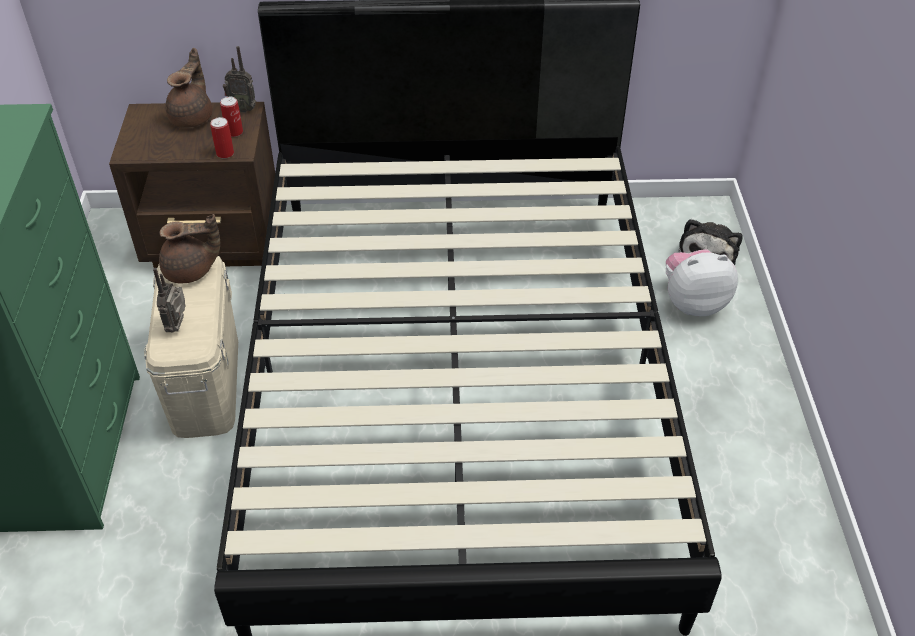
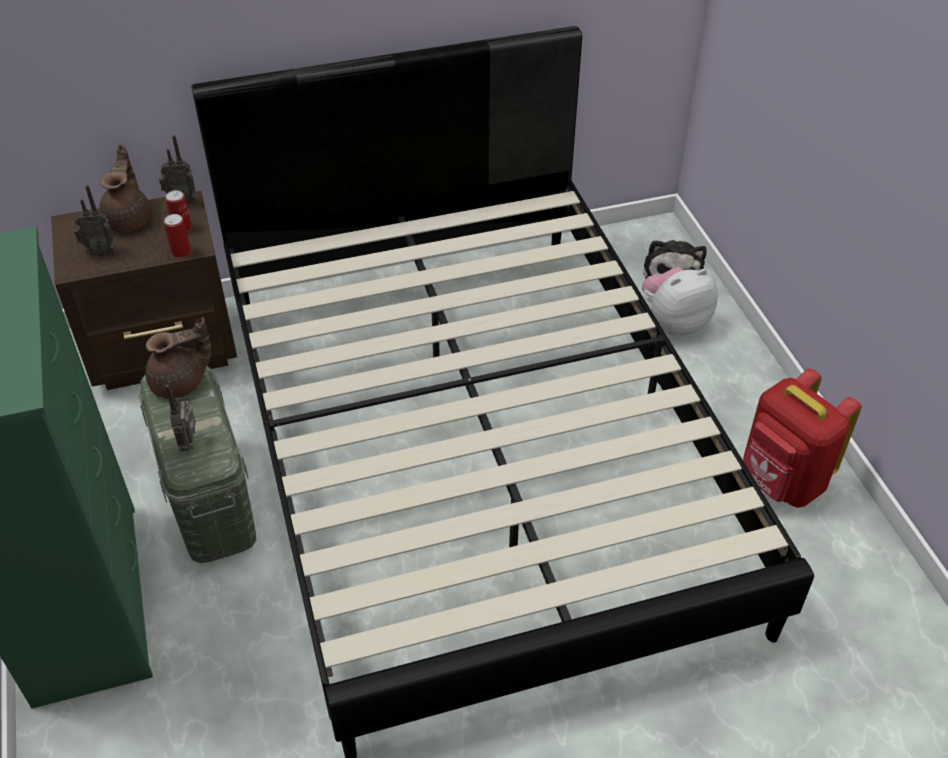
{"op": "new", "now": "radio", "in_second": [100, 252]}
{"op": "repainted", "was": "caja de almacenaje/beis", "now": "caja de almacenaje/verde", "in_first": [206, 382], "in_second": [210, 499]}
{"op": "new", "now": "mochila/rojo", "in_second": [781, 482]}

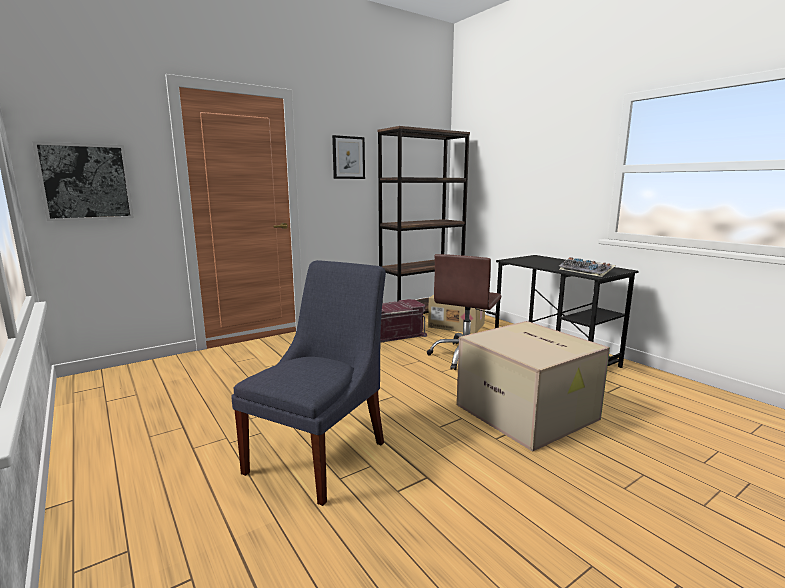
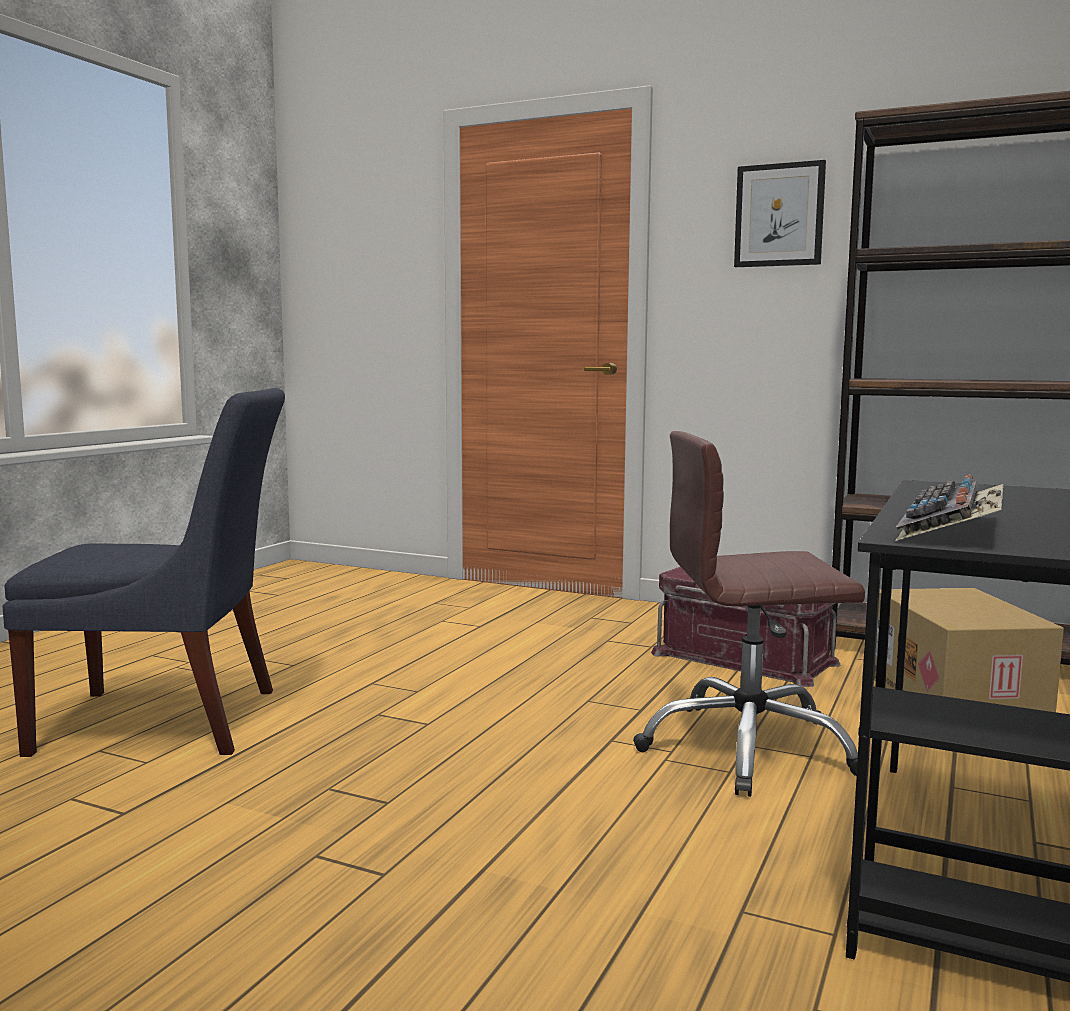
{"op": "gone", "was": "cuadro", "in_first": [86, 182]}
{"op": "gone", "was": "caja de cartón", "in_first": [528, 412]}

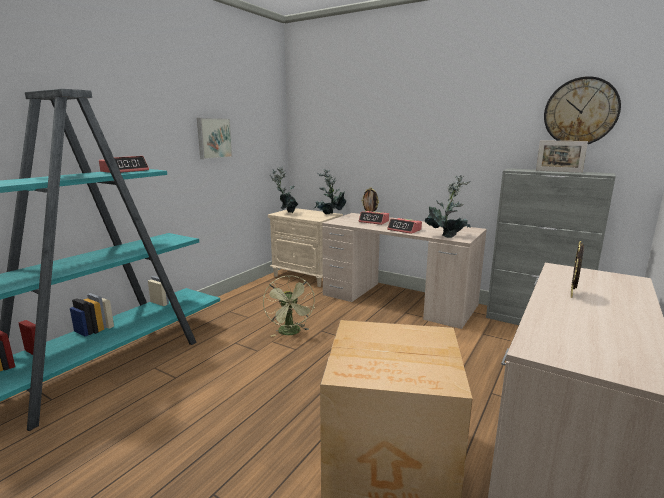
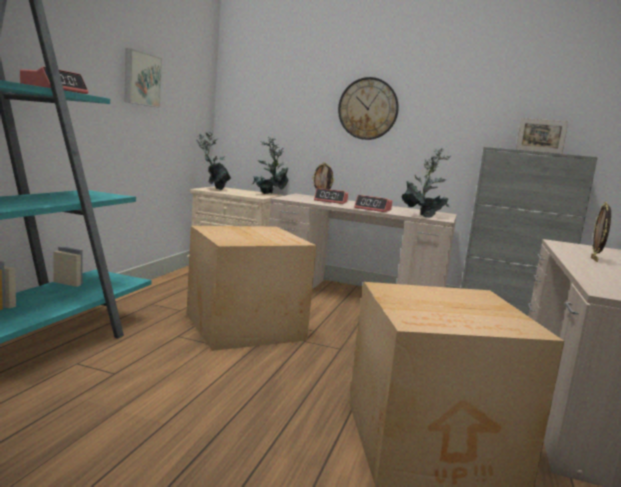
{"op": "swapped", "was": "ventilador/verde", "now": "caja de cartón", "in_first": [291, 333], "in_second": [245, 326]}
{"op": "shifted", "was": "reloj de pared", "in_first": [580, 112], "in_second": [368, 109]}

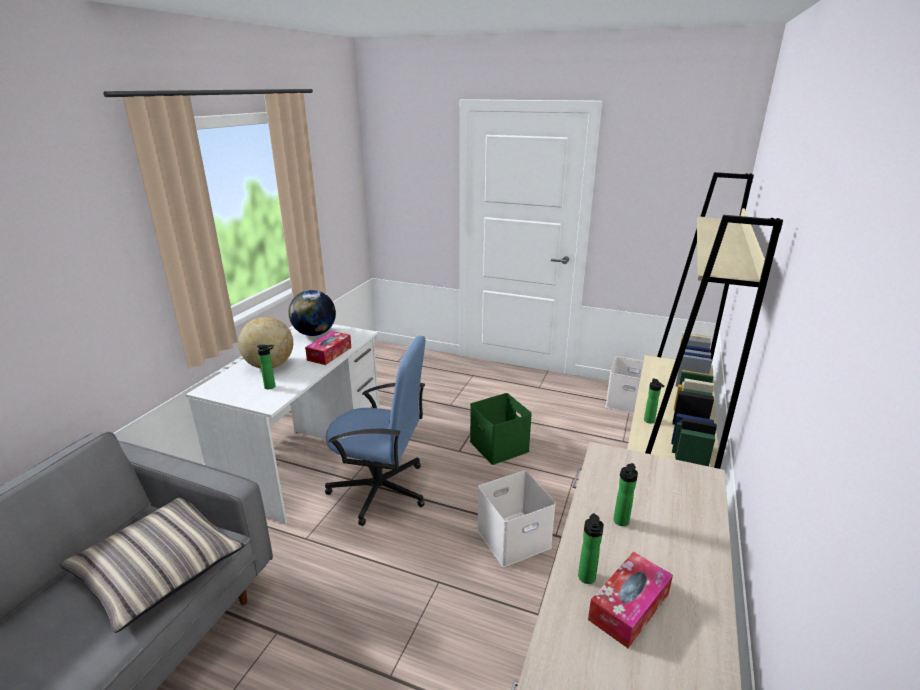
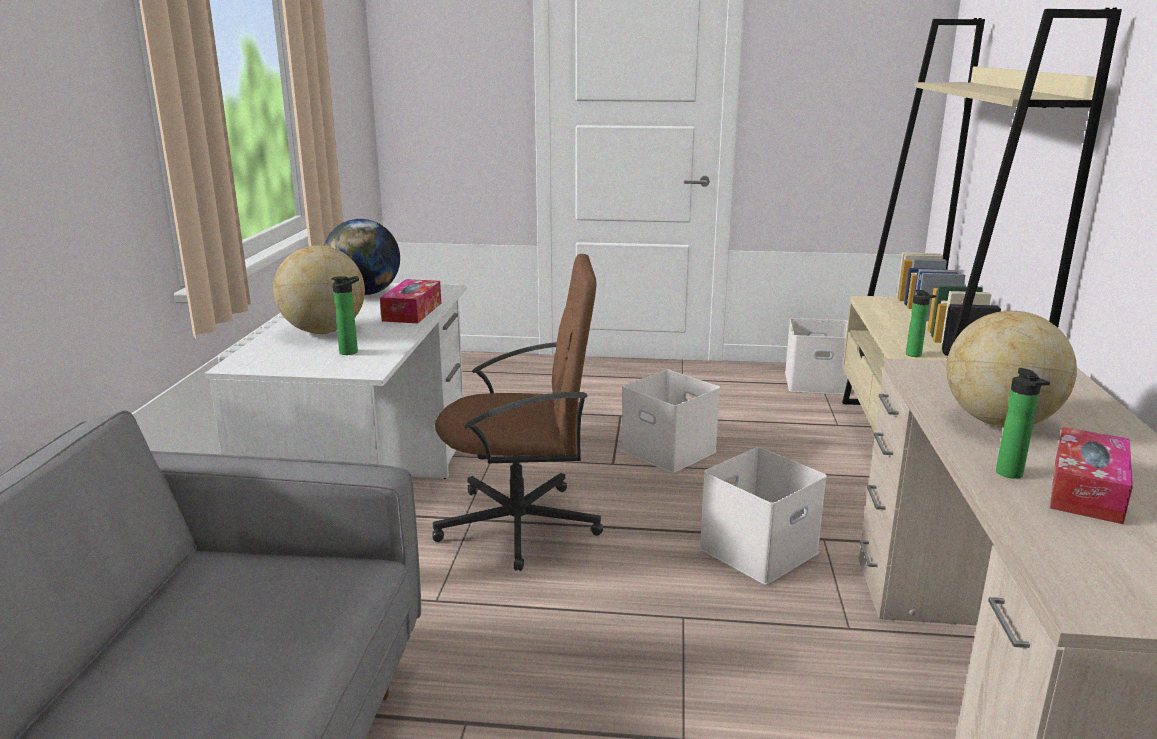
{"op": "repainted", "was": "silla de oficina/azul", "now": "silla de oficina/marrón", "in_first": [381, 490], "in_second": [521, 524]}
{"op": "repainted", "was": "caja de almacenaje/verde", "now": "caja de almacenaje/blanco", "in_first": [497, 446], "in_second": [666, 451]}
{"op": "swapped", "was": "botella", "now": "globo terráqueo", "in_first": [620, 522], "in_second": [999, 422]}
{"op": "gone", "was": "cojín", "in_first": [159, 568]}

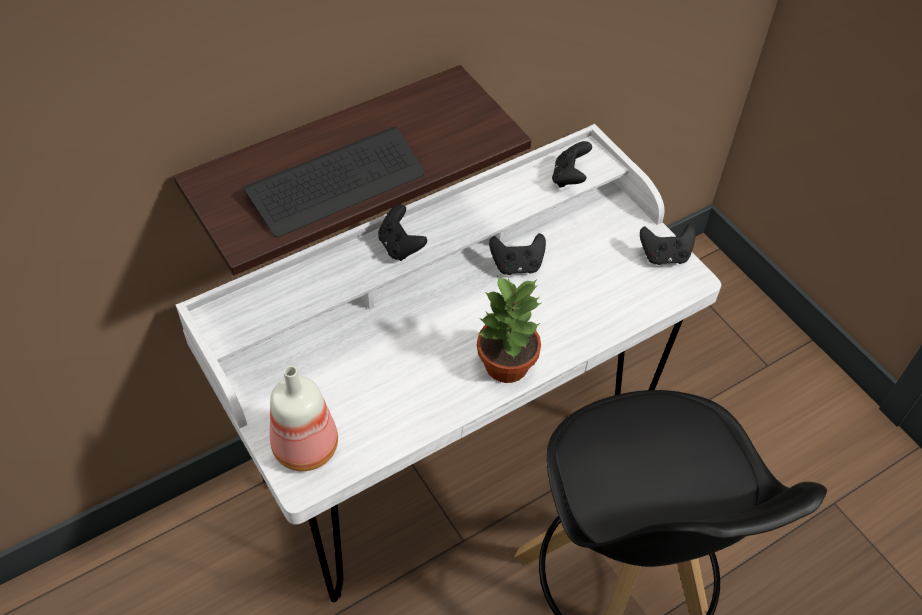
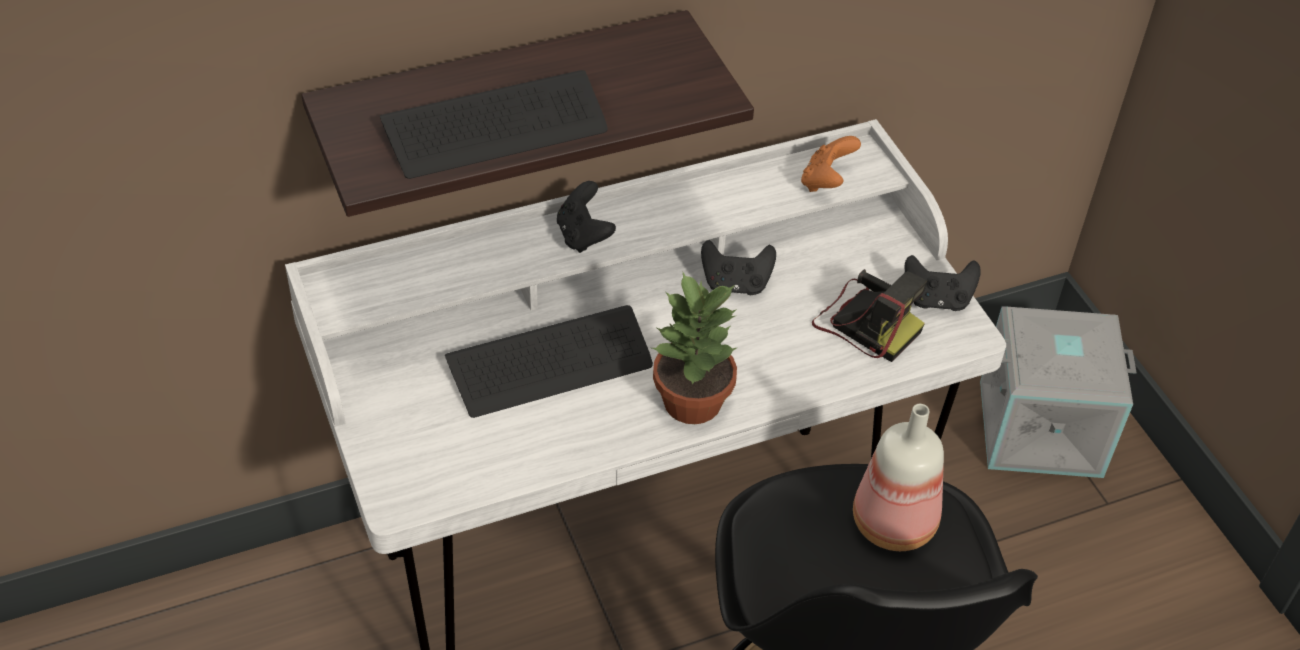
{"op": "new", "now": "teclado", "in_second": [550, 364]}
{"op": "repainted", "was": "mando de consola/negro", "now": "mando de consola/naranja", "in_first": [569, 177], "in_second": [826, 181]}
{"op": "new", "now": "cámara", "in_second": [865, 323]}
{"op": "shifted", "was": "botella", "in_first": [308, 446], "in_second": [896, 522]}
{"op": "new", "now": "caja de almacenaje/gris", "in_second": [1041, 426]}

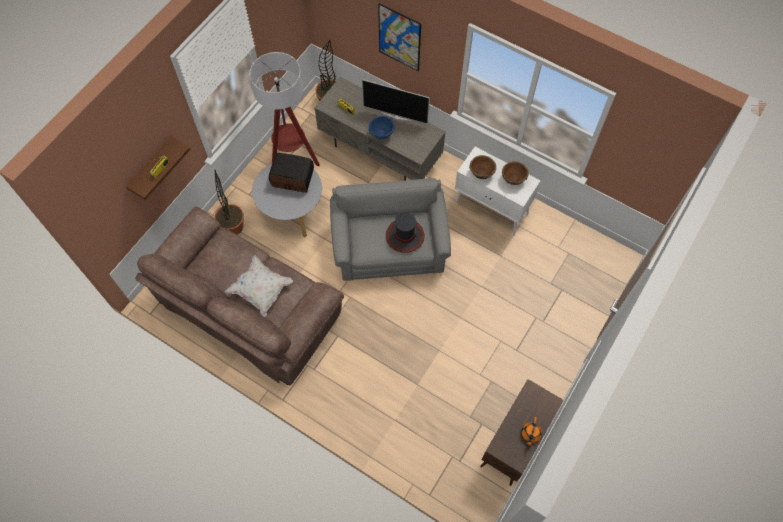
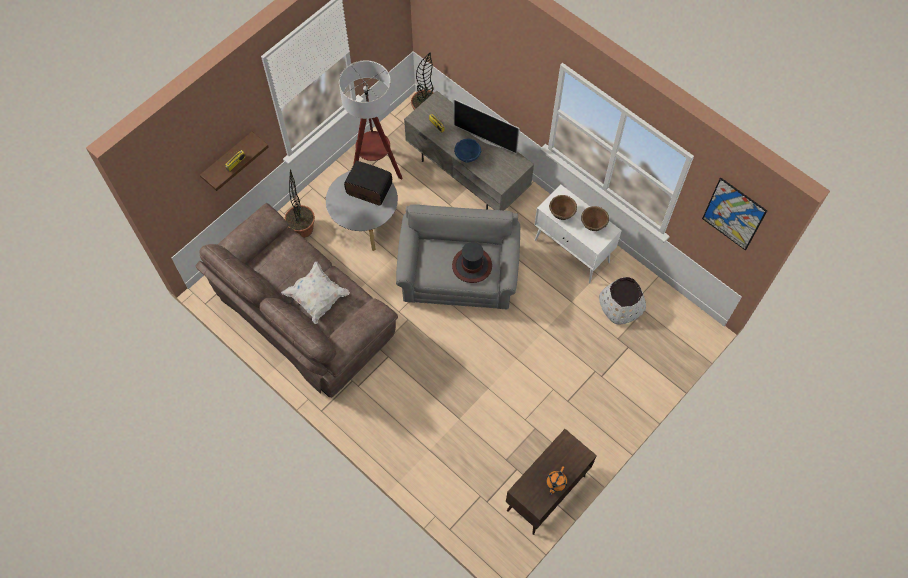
{"op": "new", "now": "maceta/blanco", "in_second": [621, 305]}
{"op": "shifted", "was": "cuadro", "in_first": [399, 38], "in_second": [733, 214]}

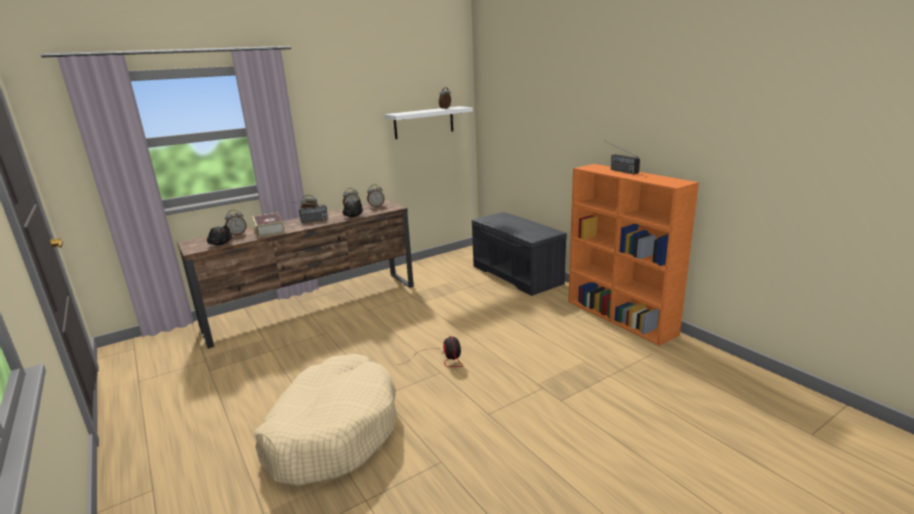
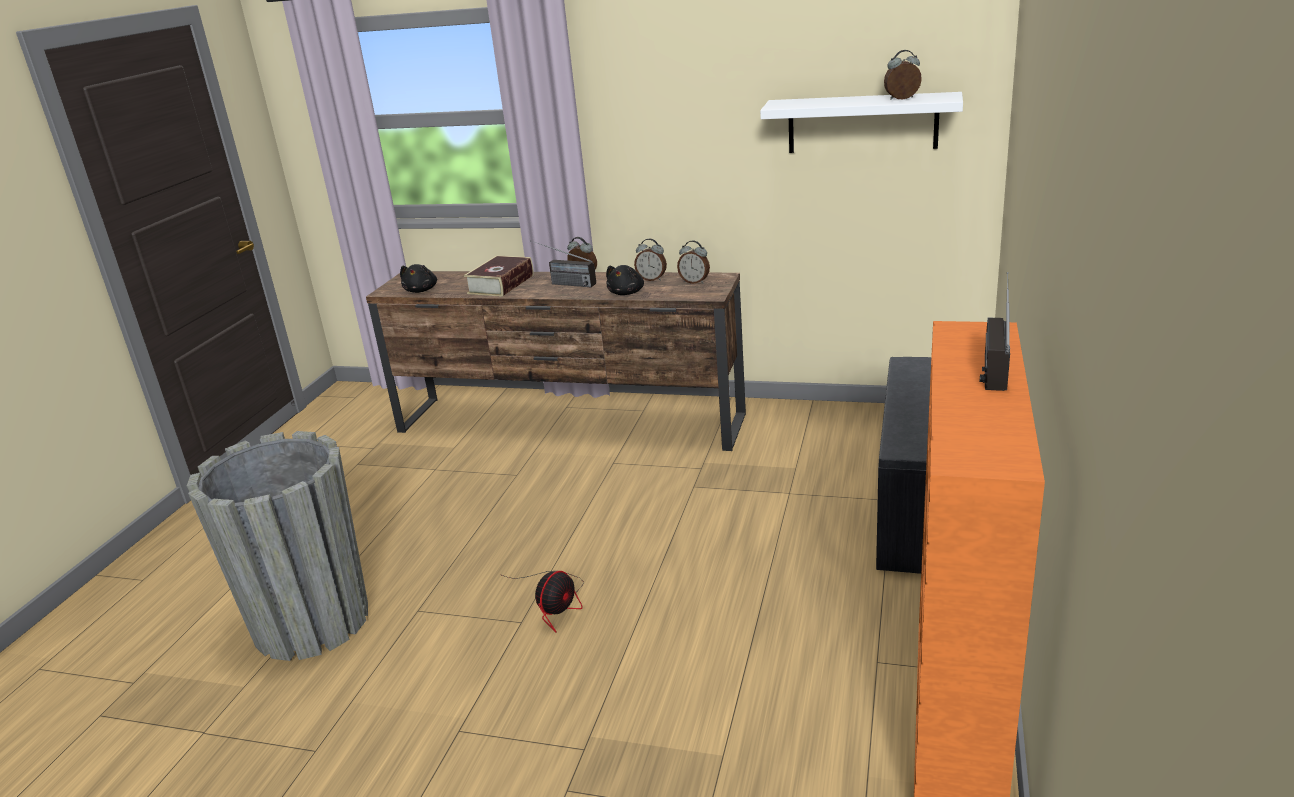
{"op": "swapped", "was": "cama para perro/beis", "now": "maceta/gris", "in_first": [332, 431], "in_second": [312, 622]}
{"op": "gone", "was": "despertador", "in_first": [237, 234]}

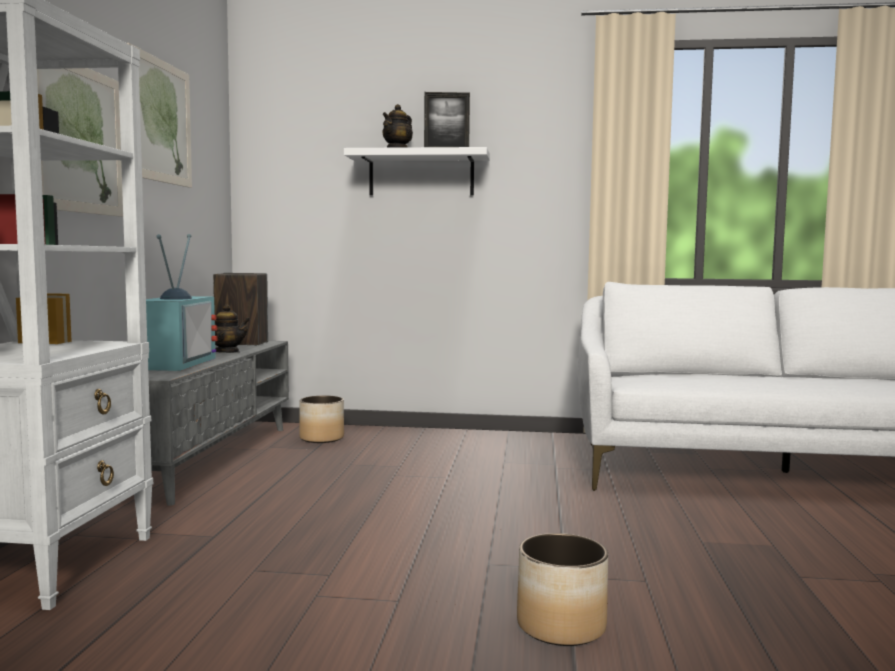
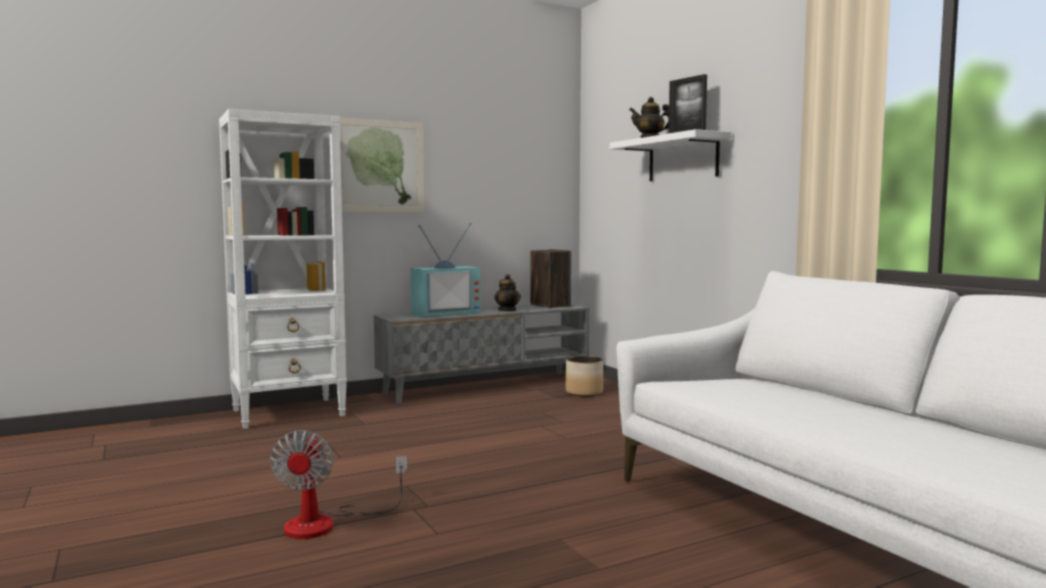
{"op": "swapped", "was": "maceta", "now": "ventilador", "in_first": [560, 626], "in_second": [326, 523]}
{"op": "gone", "was": "cuadro", "in_first": [160, 121]}

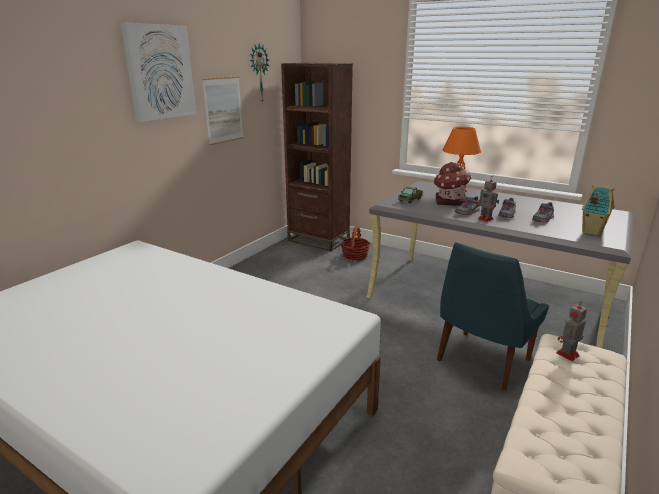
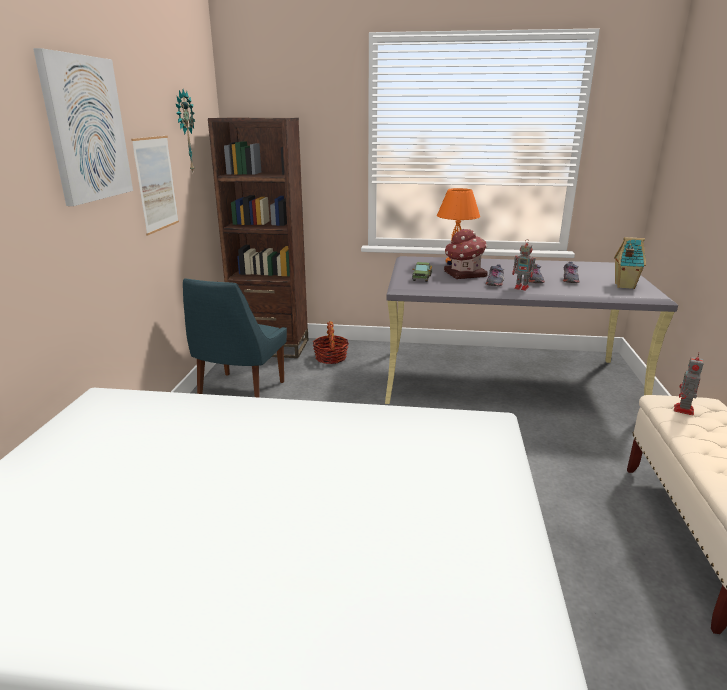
{"op": "shifted", "was": "silla/azul", "in_first": [481, 361], "in_second": [240, 392]}

